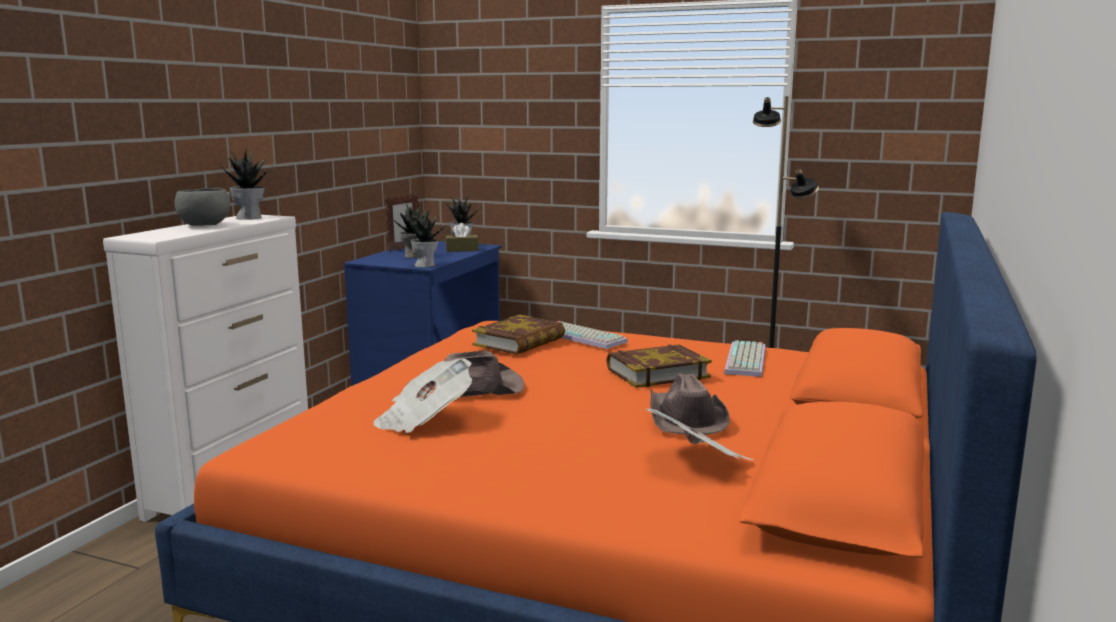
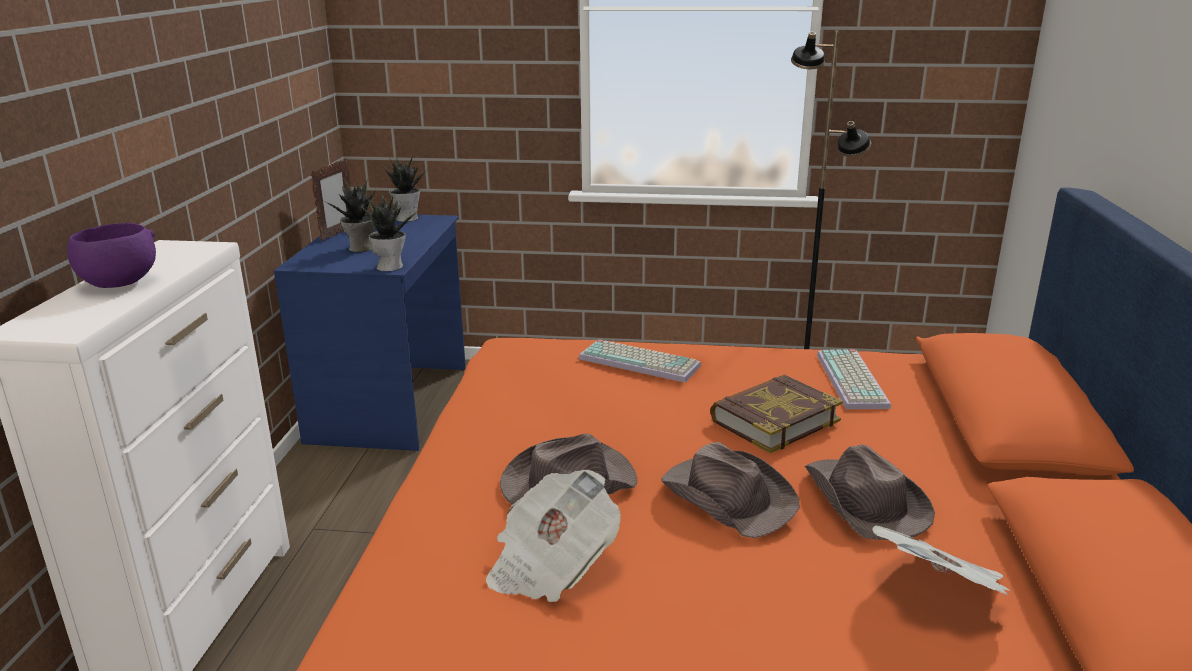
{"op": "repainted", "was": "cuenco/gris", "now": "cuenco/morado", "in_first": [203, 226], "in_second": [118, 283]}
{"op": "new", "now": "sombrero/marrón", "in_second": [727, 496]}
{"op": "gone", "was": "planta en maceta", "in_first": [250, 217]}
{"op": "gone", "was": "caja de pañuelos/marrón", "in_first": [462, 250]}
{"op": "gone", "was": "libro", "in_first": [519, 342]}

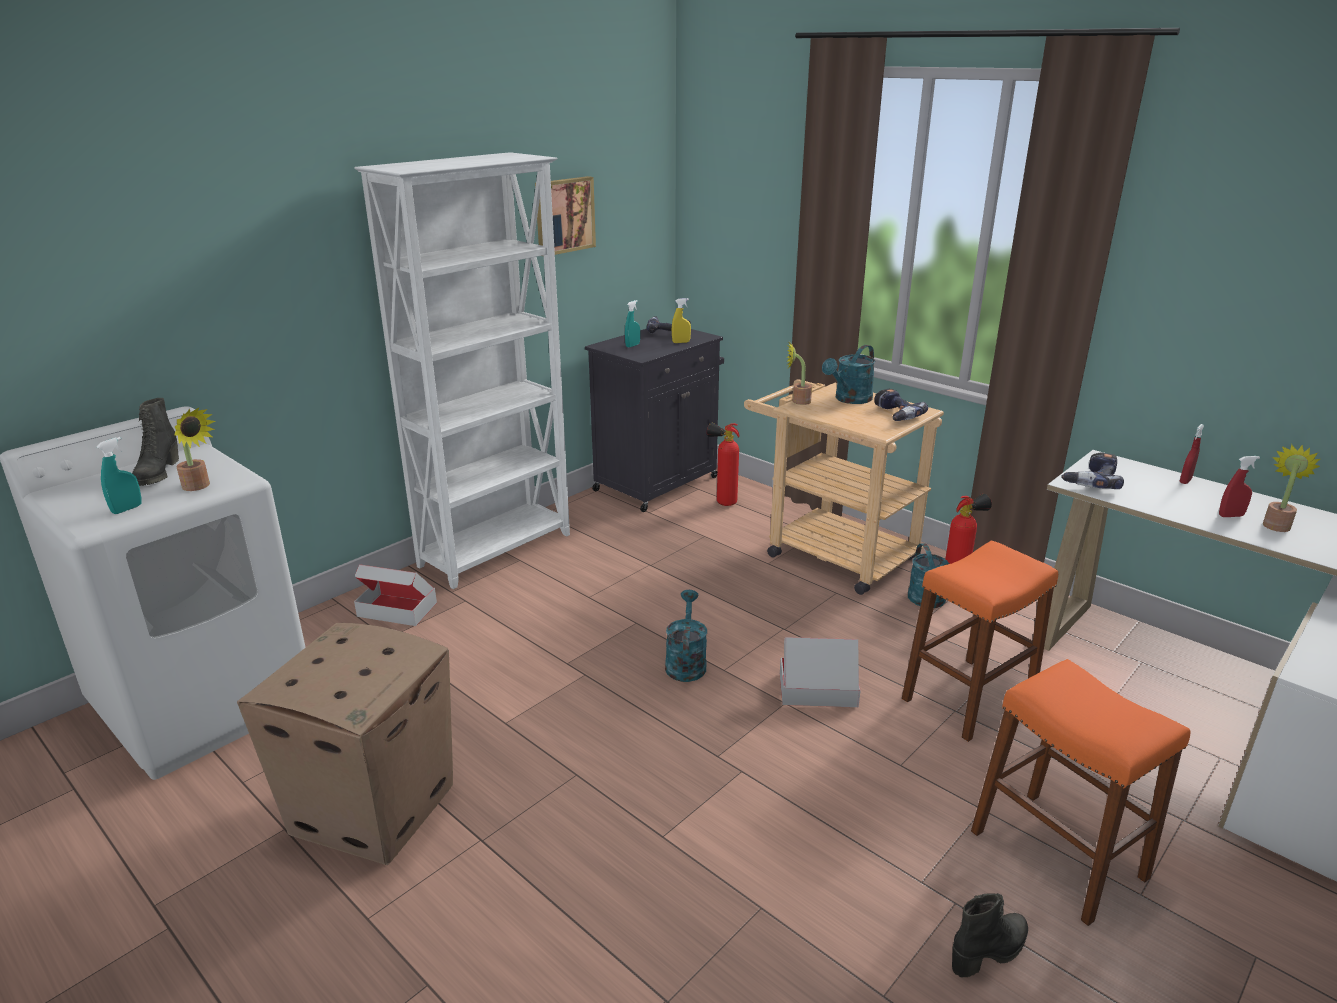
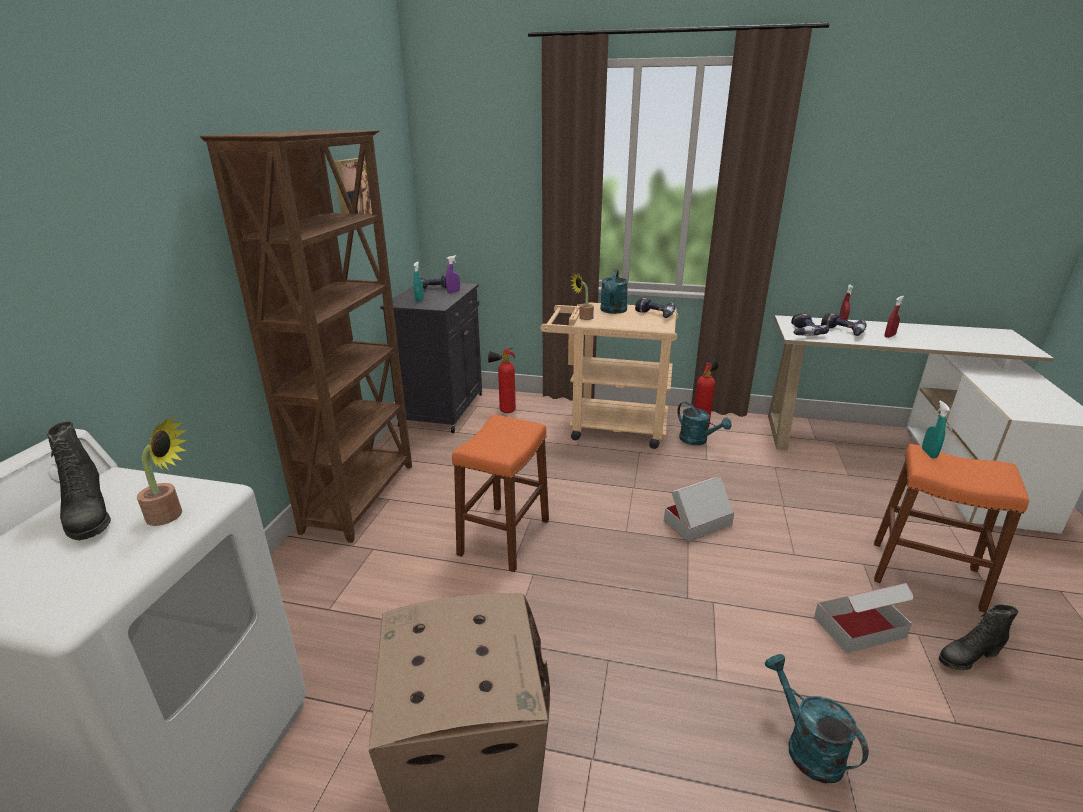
{"op": "repainted", "was": "estantería/blanco", "now": "estantería/marrón", "in_first": [498, 550], "in_second": [362, 497]}
{"op": "repainted", "was": "pulverizador/amarillo", "now": "pulverizador/morado", "in_first": [681, 342], "in_second": [453, 292]}
{"op": "shifted", "was": "taburete/naranja", "in_first": [968, 698], "in_second": [504, 537]}
{"op": "shifted", "was": "regadera/turquesa", "in_first": [685, 662], "in_second": [806, 746]}
{"op": "shifted", "was": "caja de cartón", "in_first": [397, 609], "in_second": [859, 627]}
{"op": "new", "now": "taladro", "in_second": [841, 332]}
{"op": "shifted", "was": "pulverizador/turquesa", "in_first": [127, 509], "in_second": [928, 453]}
{"op": "rotated", "was": "bota/negro", "in_first": [989, 952], "in_second": [967, 657], "clockwise": -135}
{"op": "gone", "was": "planta en maceta", "in_first": [1276, 524]}

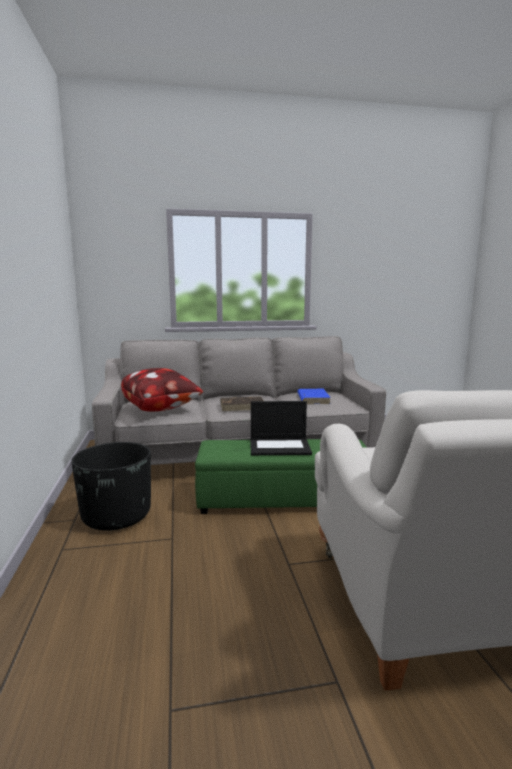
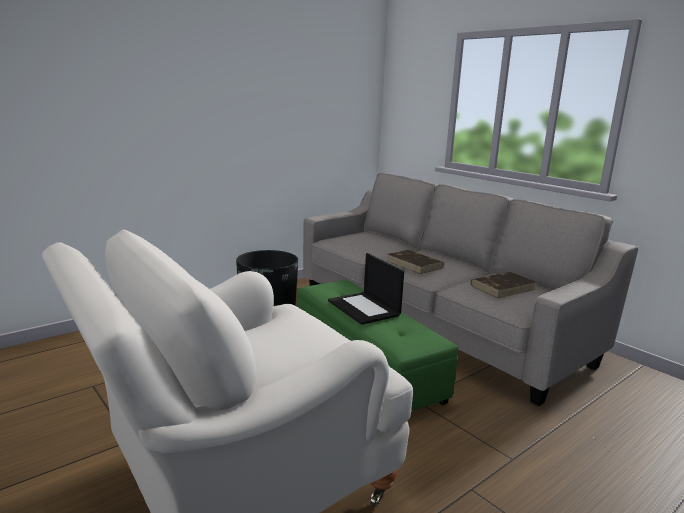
{"op": "repainted", "was": "libro/azul", "now": "libro/marrón", "in_first": [313, 398], "in_second": [502, 287]}
{"op": "gone", "was": "cojín", "in_first": [161, 408]}

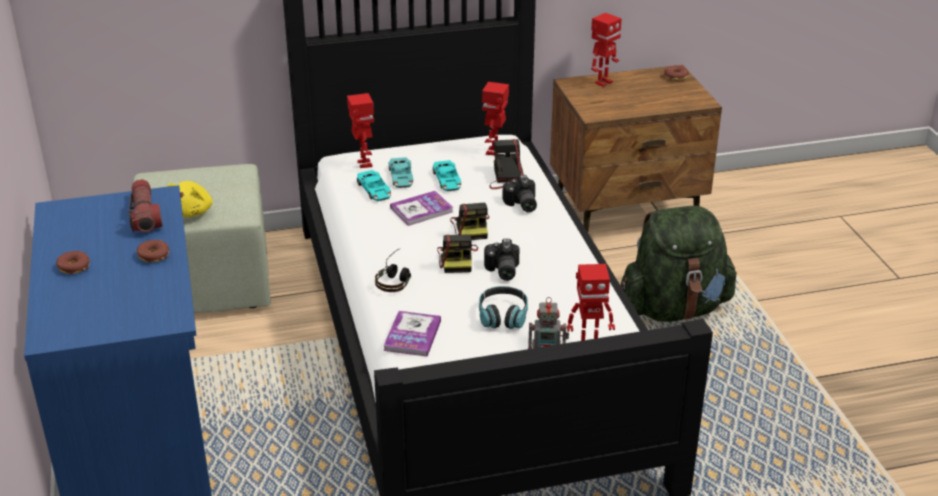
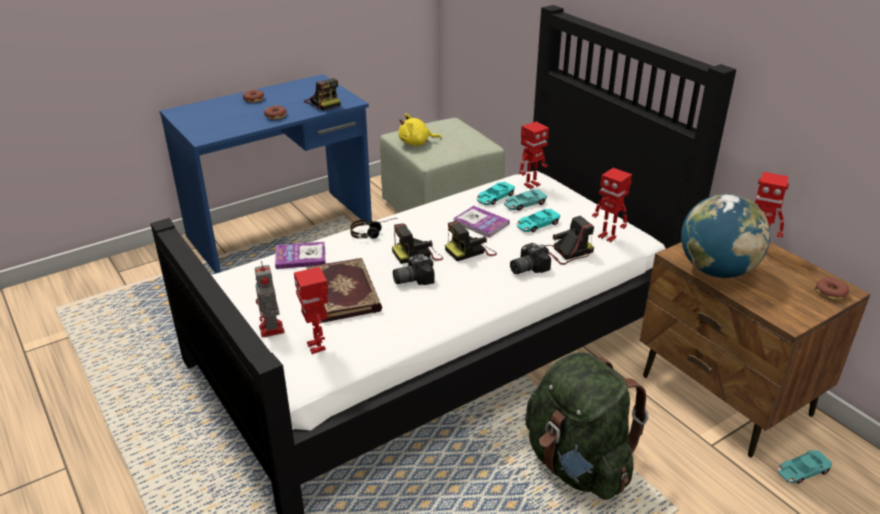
{"op": "swapped", "was": "linterna", "now": "cámara", "in_first": [145, 215], "in_second": [323, 103]}
{"op": "swapped", "was": "auriculares", "now": "libro", "in_first": [503, 316], "in_second": [345, 292]}
{"op": "rotated", "was": "robot de juguete", "in_first": [494, 152], "in_second": [607, 237], "clockwise": -135}
{"op": "new", "now": "globo terráqueo", "in_second": [716, 270]}
{"op": "new", "now": "coche de juguete/turquesa", "in_second": [802, 471]}

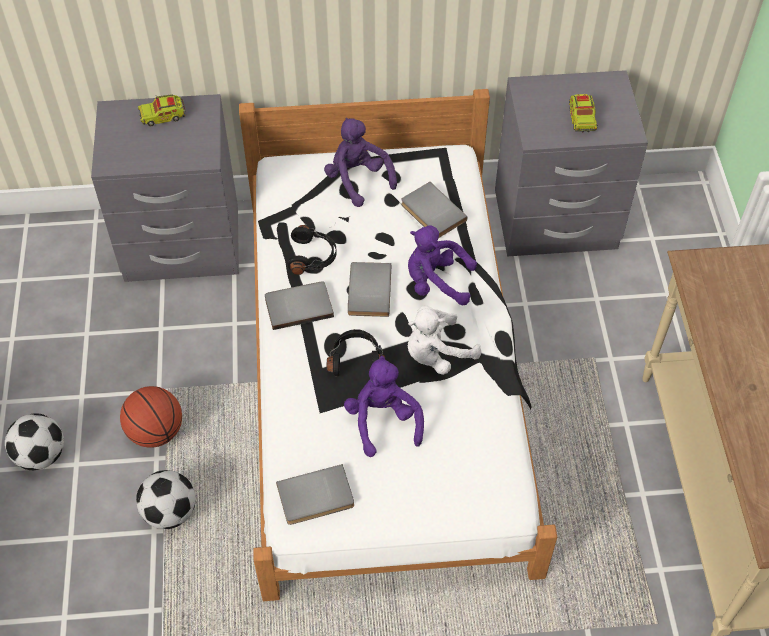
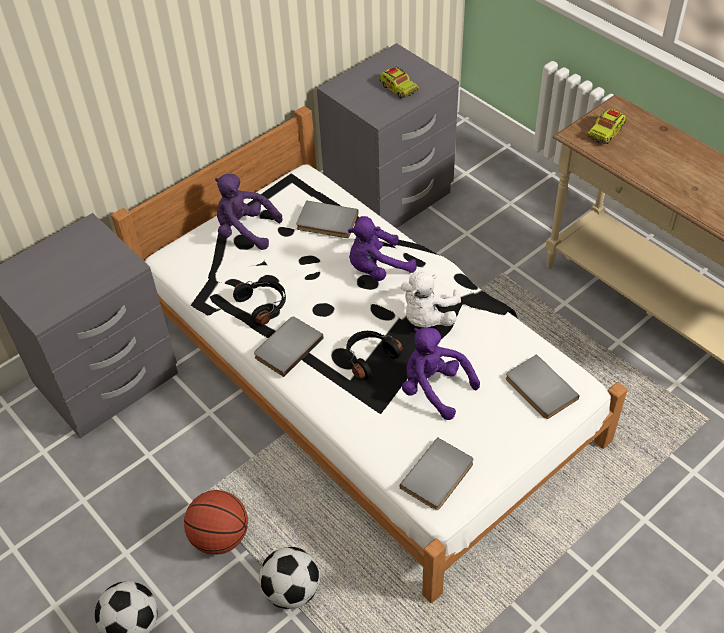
{"op": "shifted", "was": "libro/gris", "in_first": [367, 291], "in_second": [539, 389]}
{"op": "shifted", "was": "camión de juguete", "in_first": [163, 116], "in_second": [605, 132]}

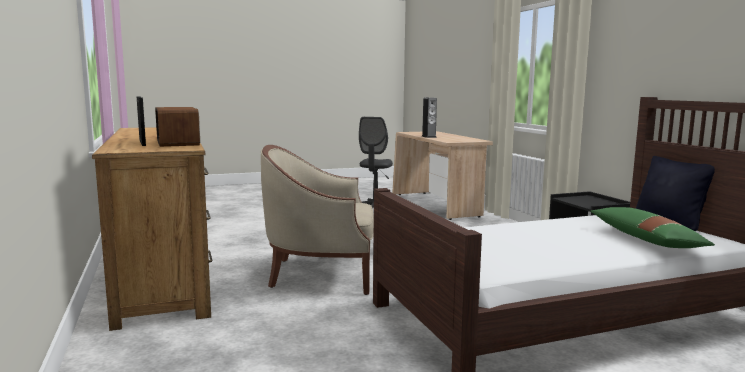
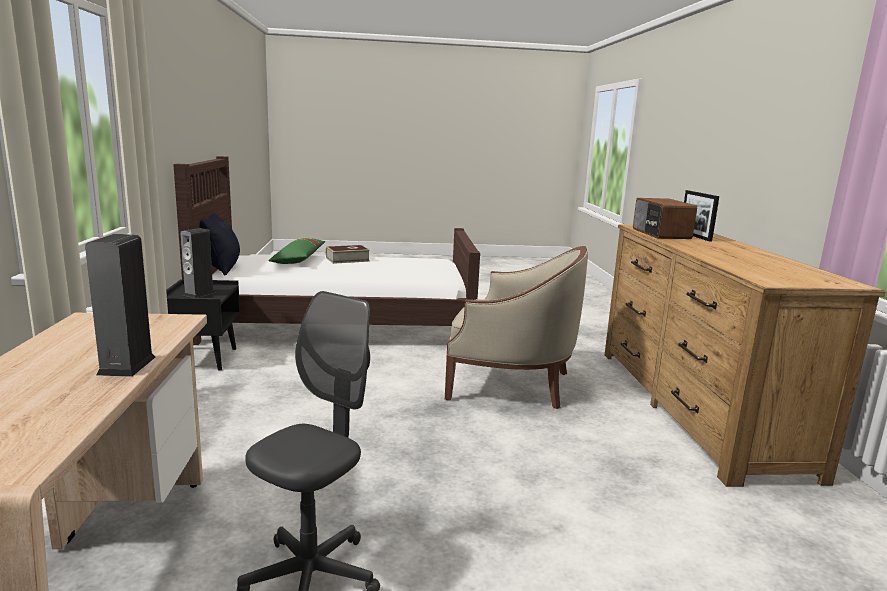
{"op": "new", "now": "altavoz", "in_second": [199, 294]}
{"op": "new", "now": "libro", "in_second": [347, 259]}

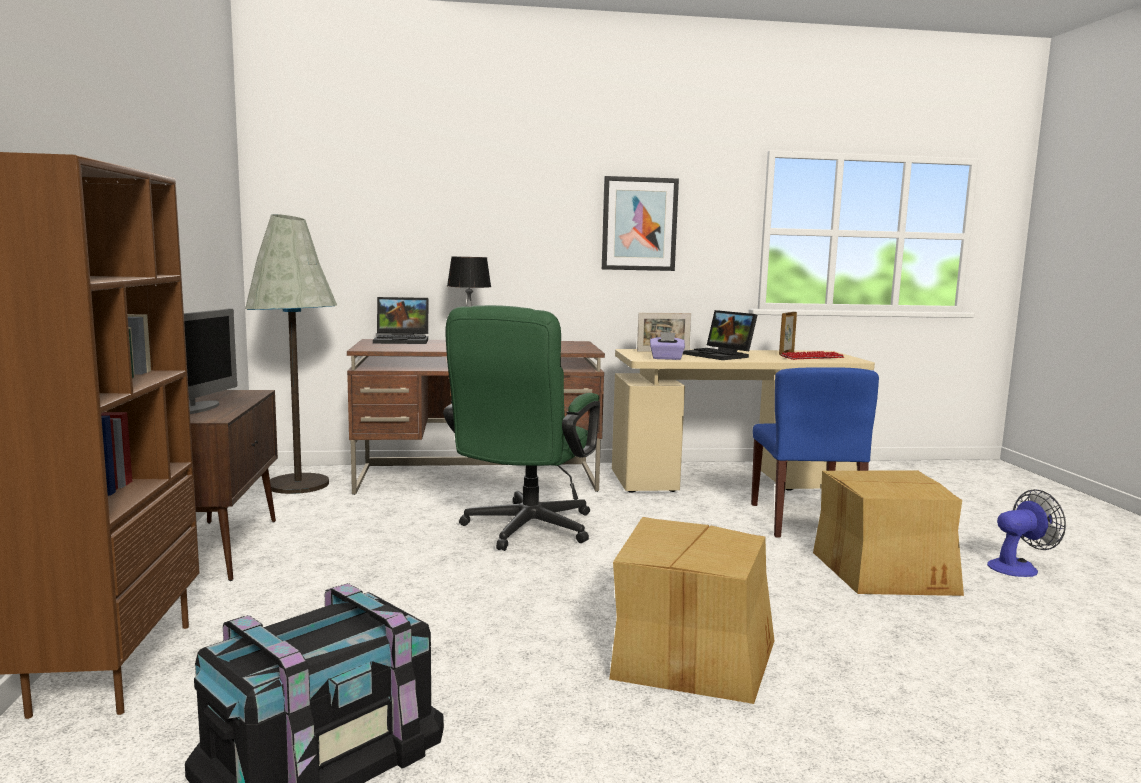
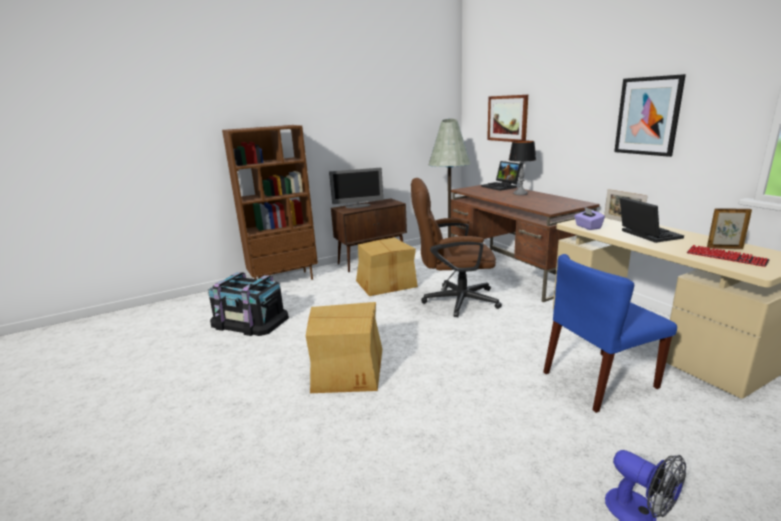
{"op": "shifted", "was": "caja de cartón", "in_first": [885, 571], "in_second": [385, 283]}
{"op": "repainted", "was": "silla de oficina/verde", "now": "silla de oficina/marrón", "in_first": [523, 531], "in_second": [453, 301]}
{"op": "new", "now": "cuadro", "in_second": [507, 118]}
{"op": "rotated", "was": "portátil", "in_first": [721, 355], "in_second": [646, 234], "clockwise": 135}

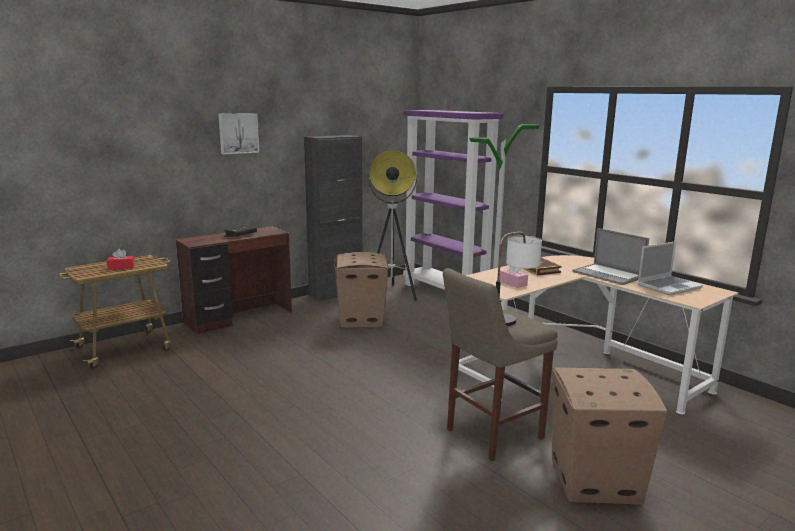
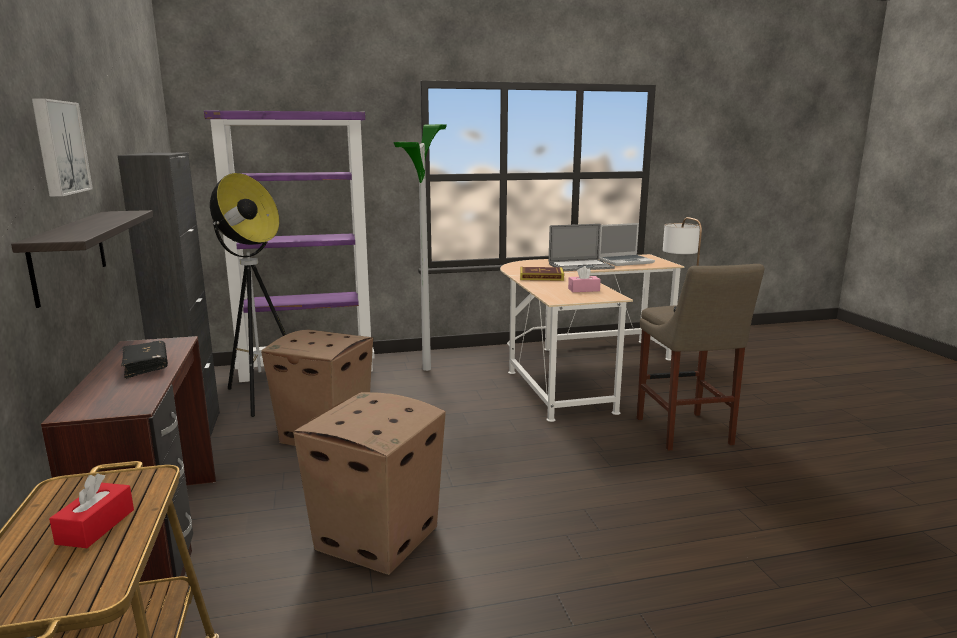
{"op": "new", "now": "estante", "in_second": [69, 254]}
{"op": "shifted", "was": "caja de cartón", "in_first": [593, 480], "in_second": [376, 539]}
{"op": "rotated", "was": "portátil", "in_first": [669, 286], "in_second": [626, 261], "clockwise": 75}

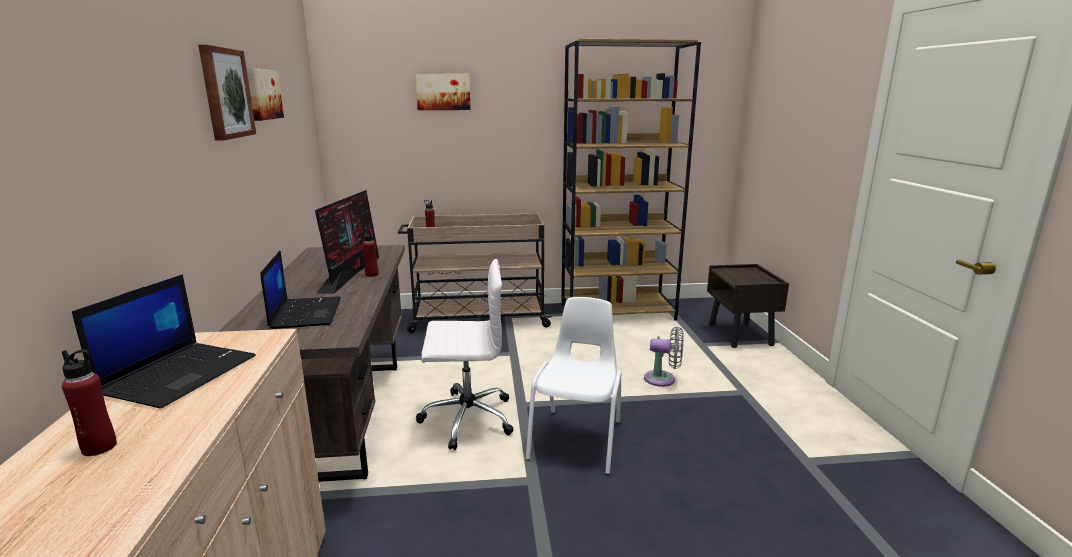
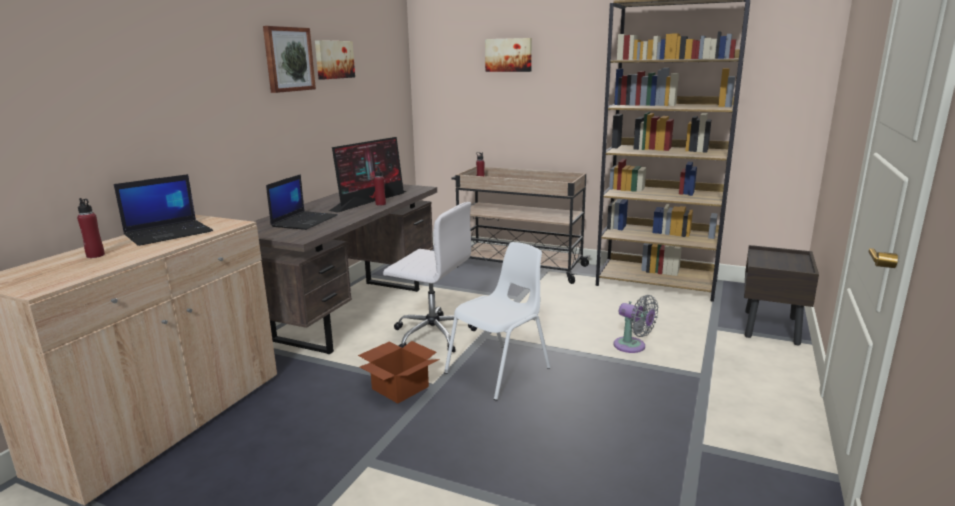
{"op": "new", "now": "caja de cartón", "in_second": [400, 387]}

